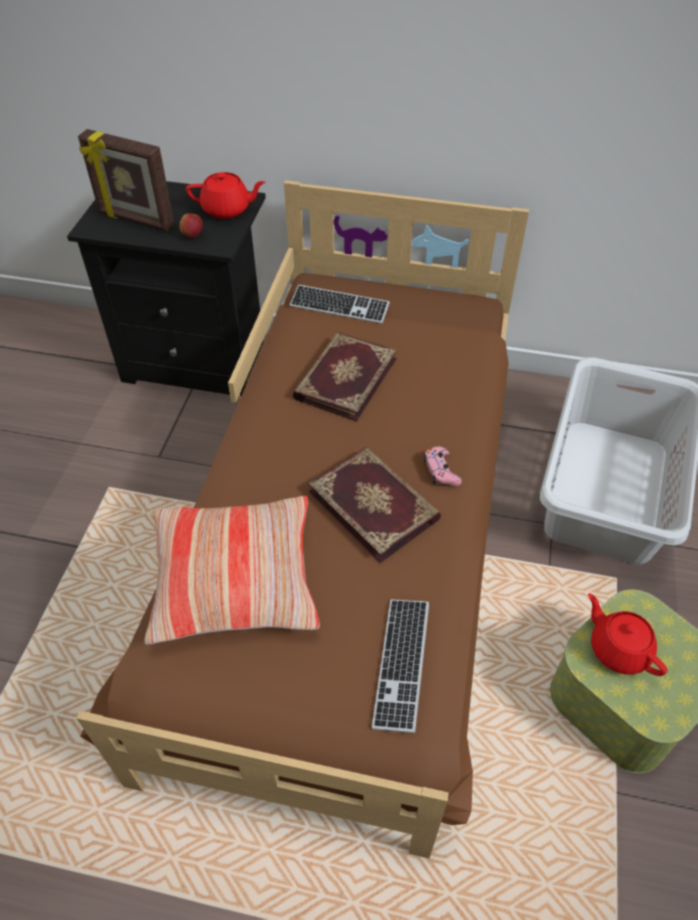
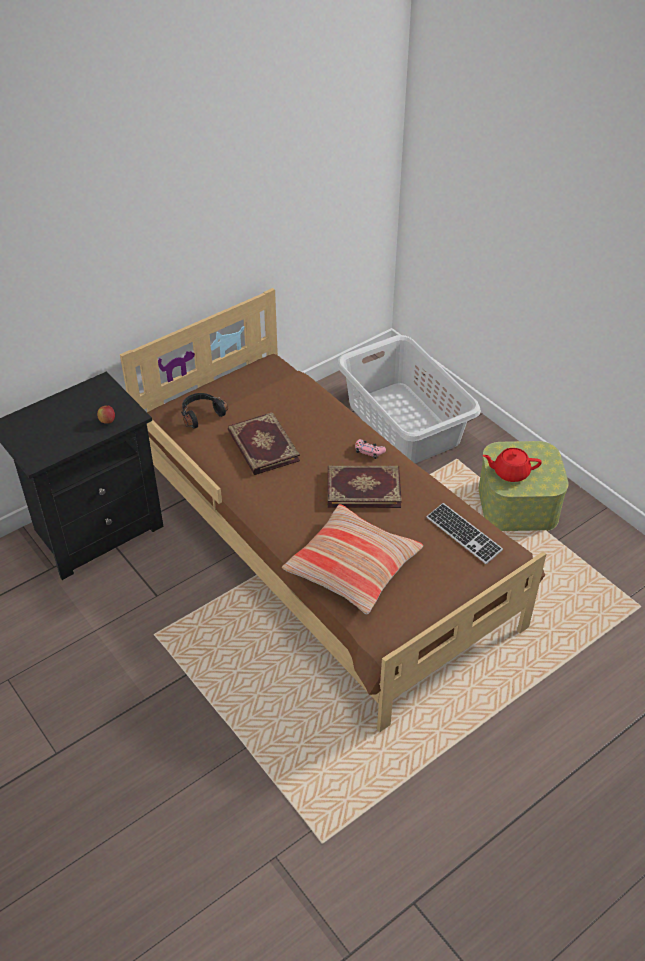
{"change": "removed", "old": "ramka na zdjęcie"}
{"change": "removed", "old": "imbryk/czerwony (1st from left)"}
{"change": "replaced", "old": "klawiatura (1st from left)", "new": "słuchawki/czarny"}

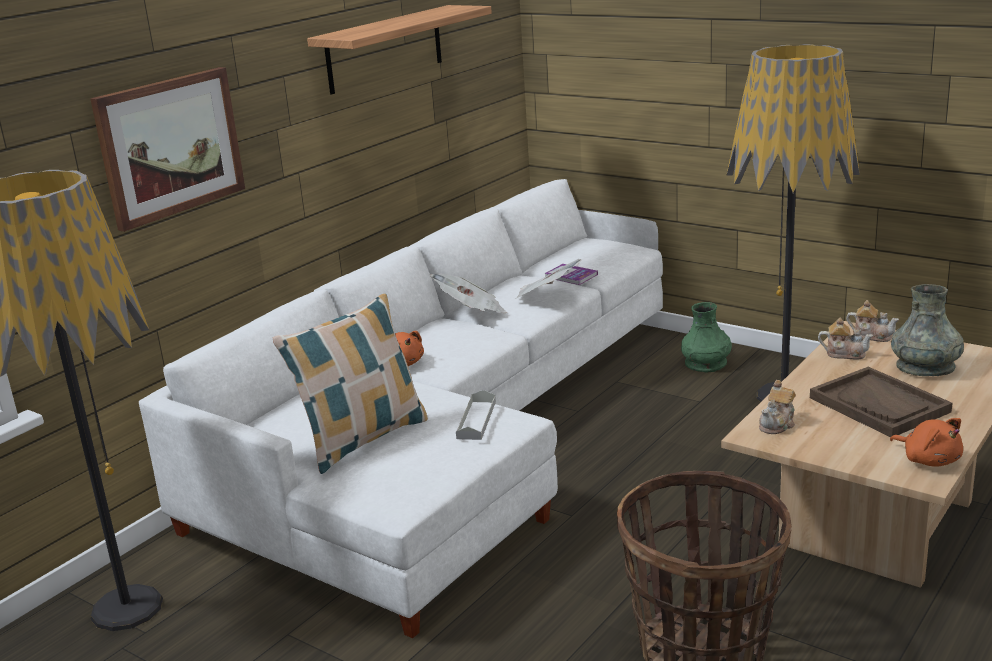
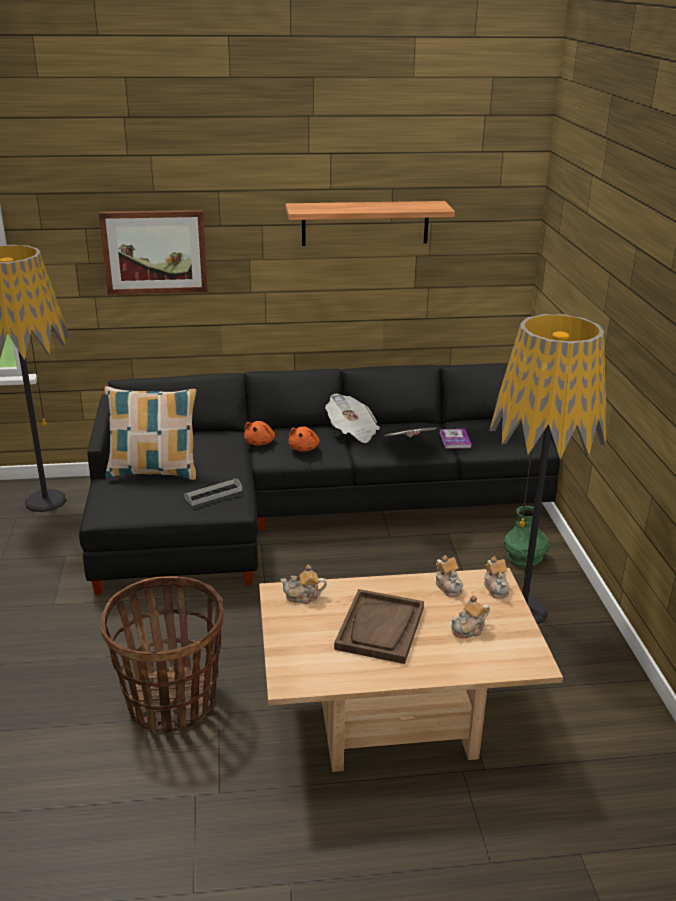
{"change": "recoloured", "old": "kanapa/biały", "new": "kanapa/czarny"}
{"change": "replaced", "old": "wazon/szary", "new": "imbryk (3rd from left)"}
{"change": "moved", "old": "pluszak/pomarańczowy (2nd from left)"}

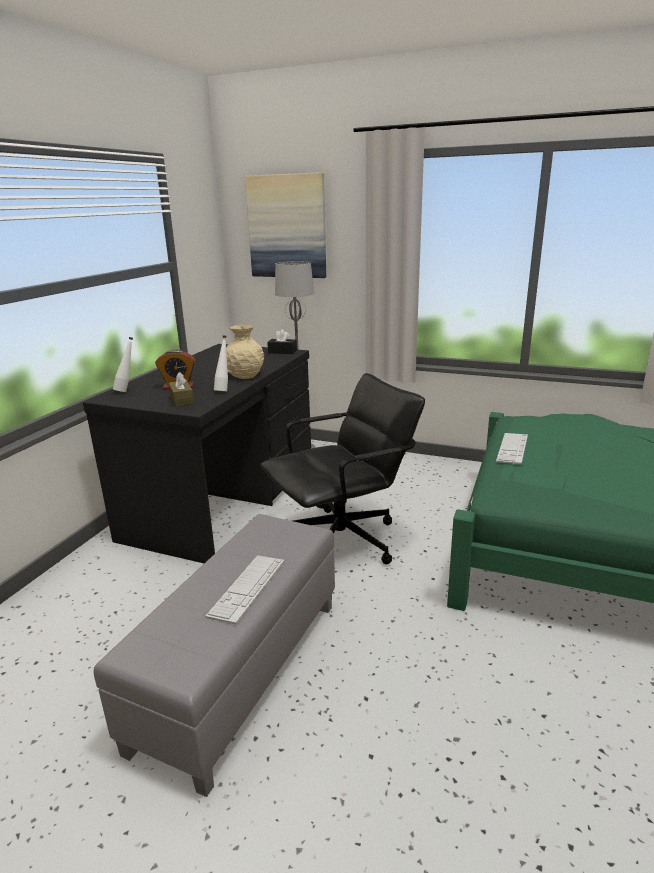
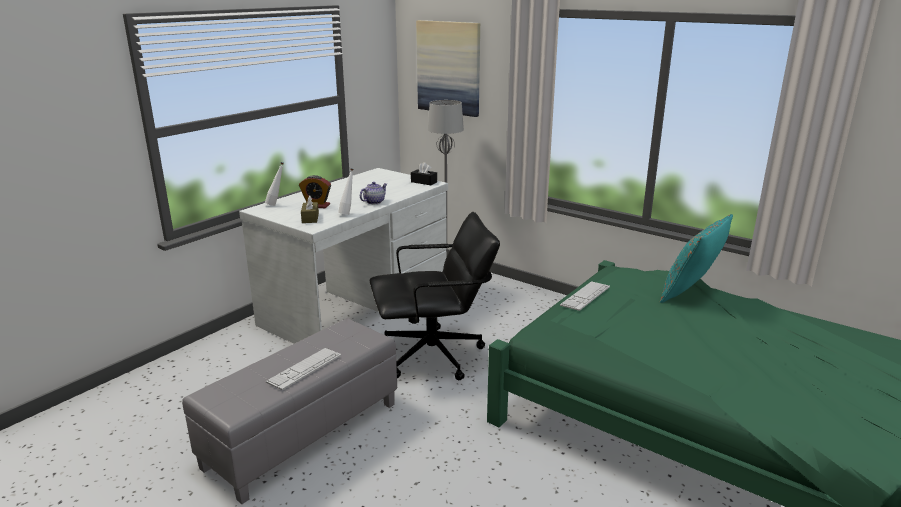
{"change": "replaced", "old": "wazon/beżowy", "new": "imbryk"}
{"change": "recoloured", "old": "biurko/czarny", "new": "biurko/biały"}
{"change": "added", "new": "poduszka/turkusowy"}

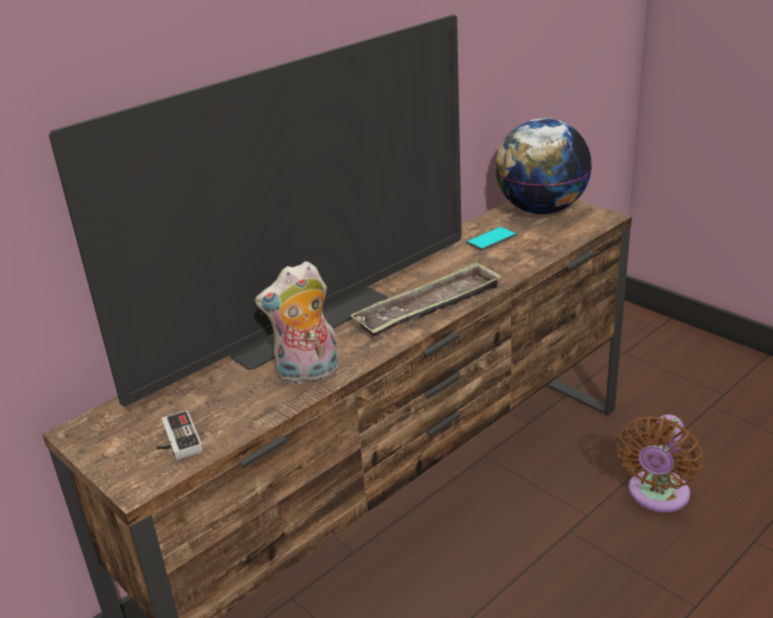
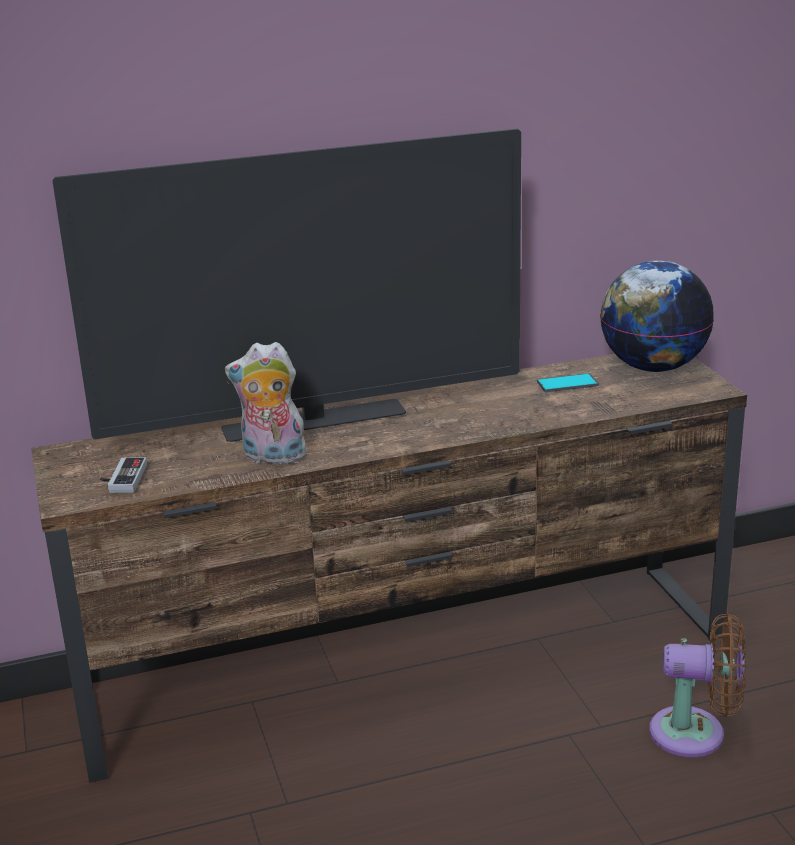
{"change": "removed", "old": "taca"}
{"change": "turned", "old": "wentylator/brązowy", "degrees": -135}

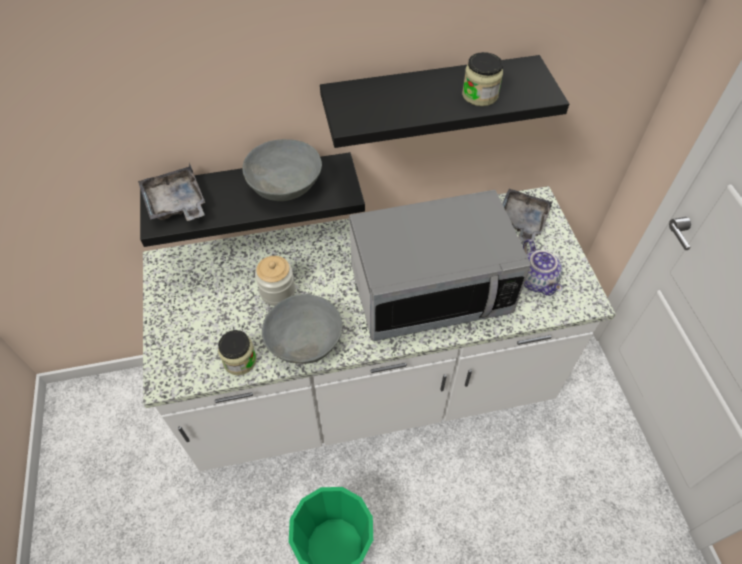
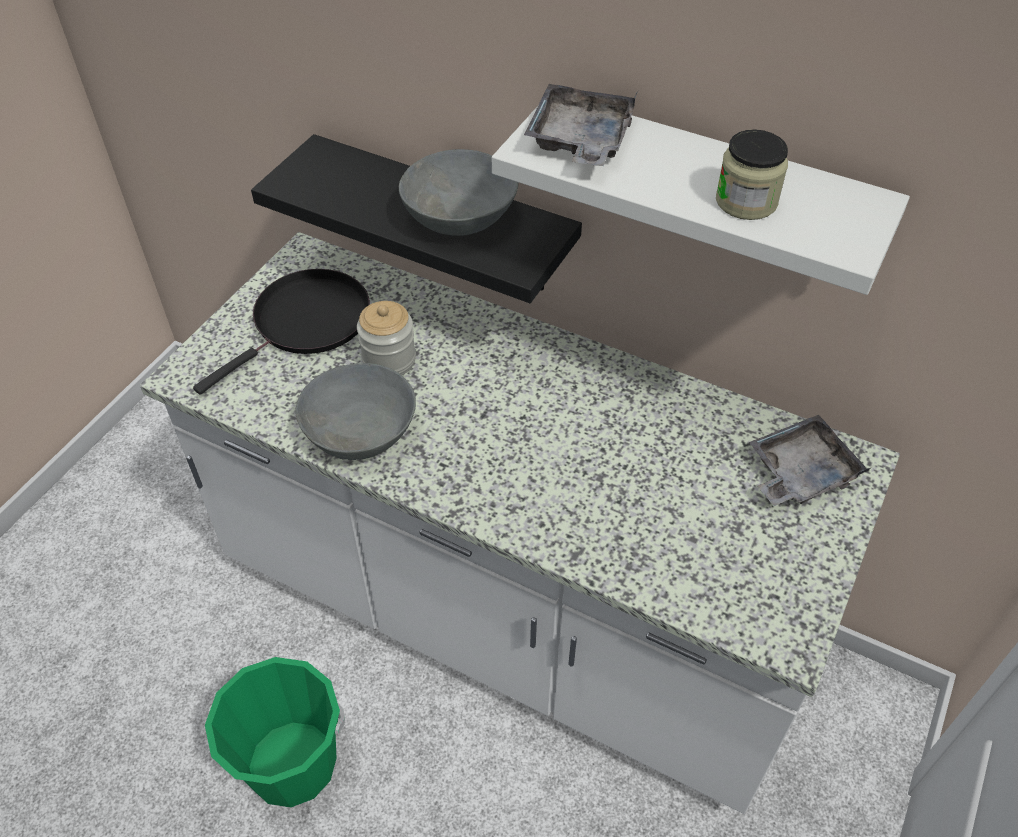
{"change": "recoloured", "old": "półka/czarny (2nd from left)", "new": "półka/biały"}
{"change": "moved", "old": "taca/szary (1st from left)"}
{"change": "removed", "old": "mikrofalówka"}
{"change": "removed", "old": "imbryk"}
{"change": "removed", "old": "słoik (1st from left)"}
{"change": "added", "new": "patelnia/czarny"}

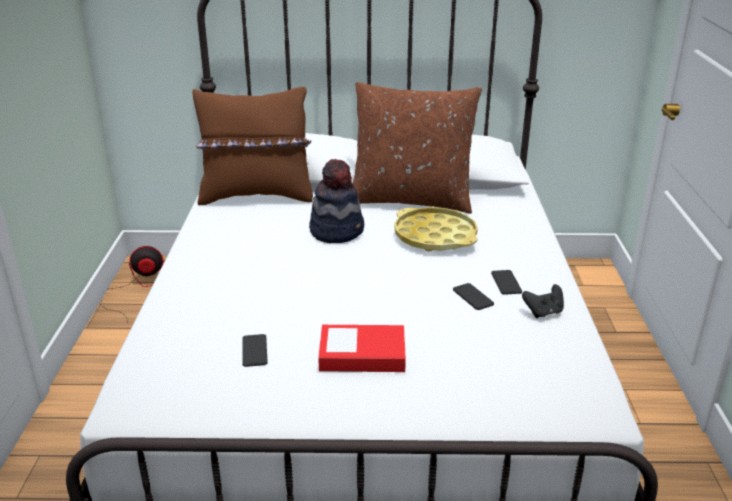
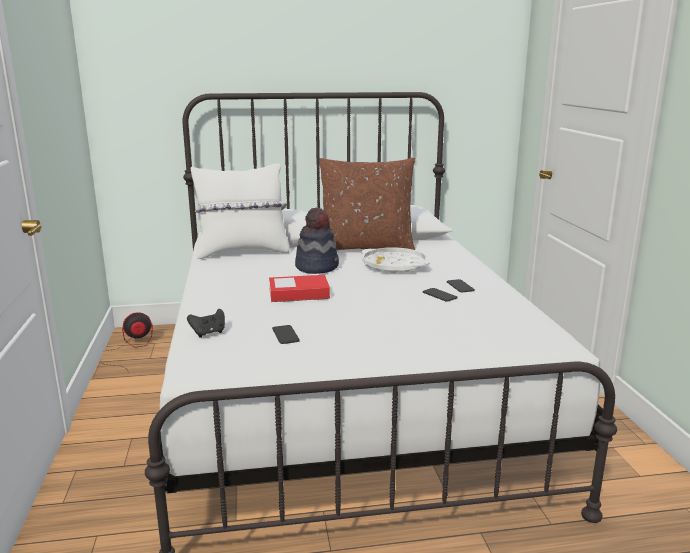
{"change": "recoloured", "old": "poduszka/brązowy (1st from left)", "new": "poduszka/biały"}
{"change": "recoloured", "old": "taca/żółty", "new": "taca/biały"}
{"change": "moved", "old": "pad do gier/czarny"}
{"change": "moved", "old": "książka"}

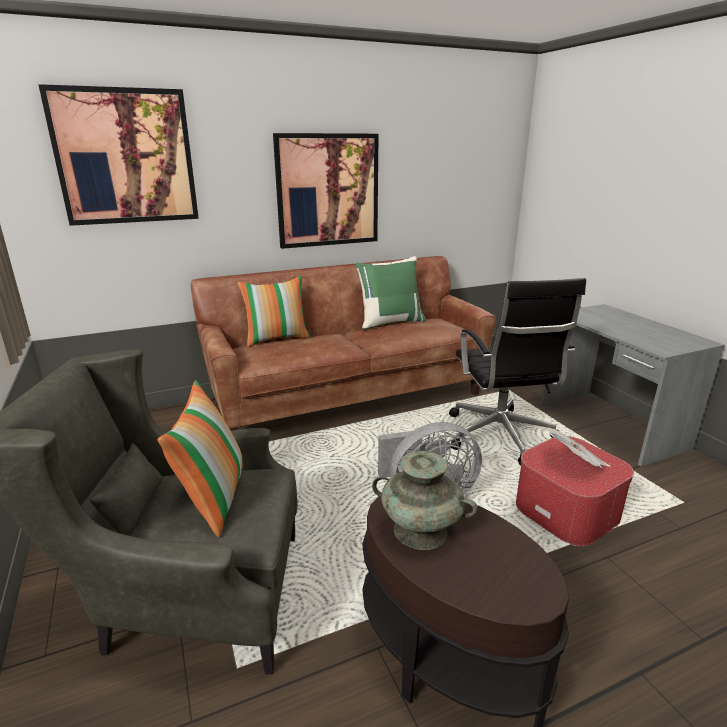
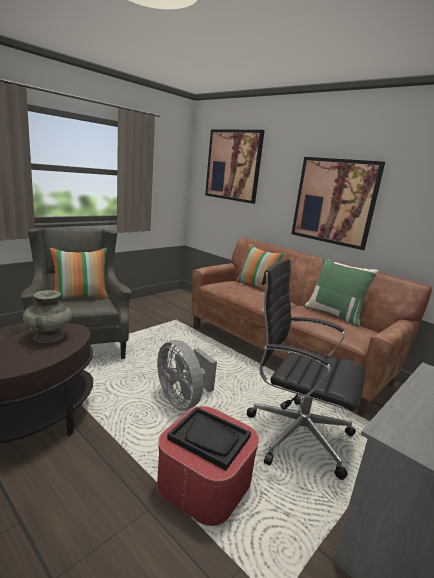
{"change": "turned", "old": "krzesło biurowe/czarny", "degrees": 60}
{"change": "replaced", "old": "gazeta", "new": "taca/czarny"}

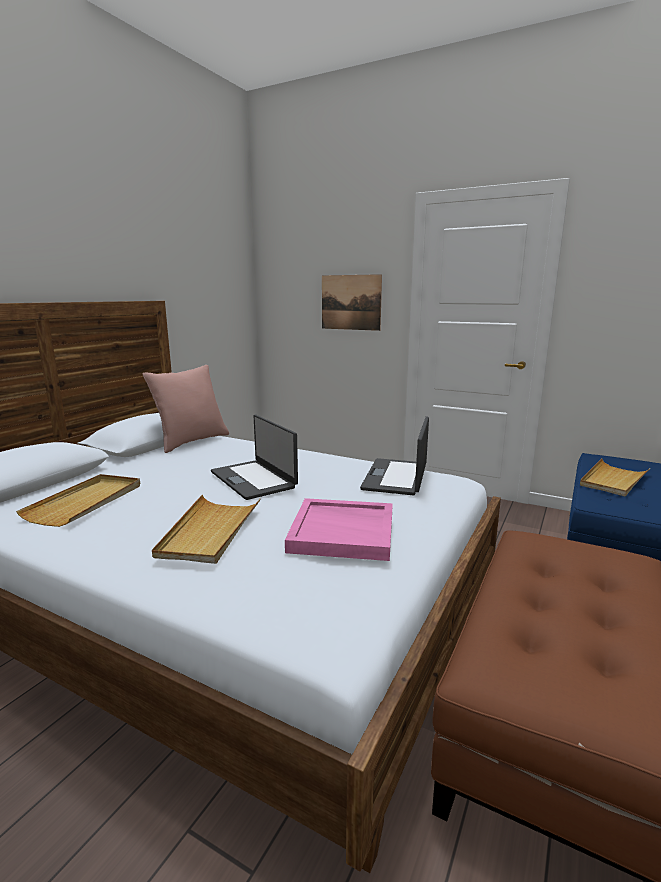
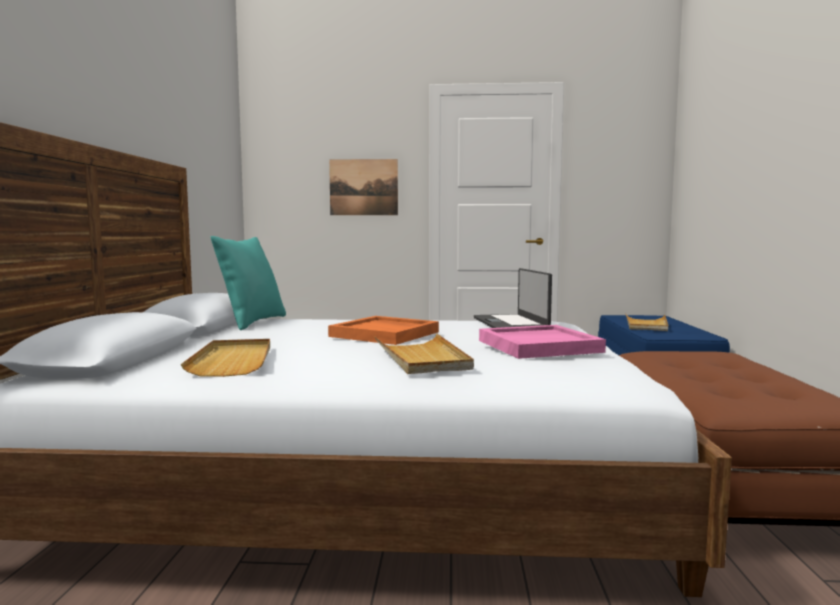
{"change": "recoloured", "old": "poduszka/różowy", "new": "poduszka/turkusowy"}
{"change": "replaced", "old": "laptop (1st from left)", "new": "taca/pomarańczowy"}

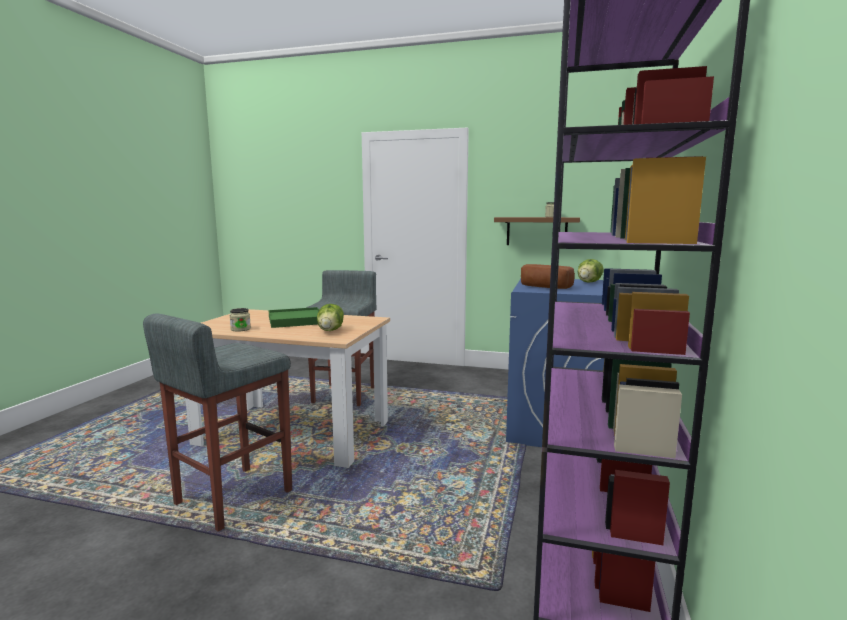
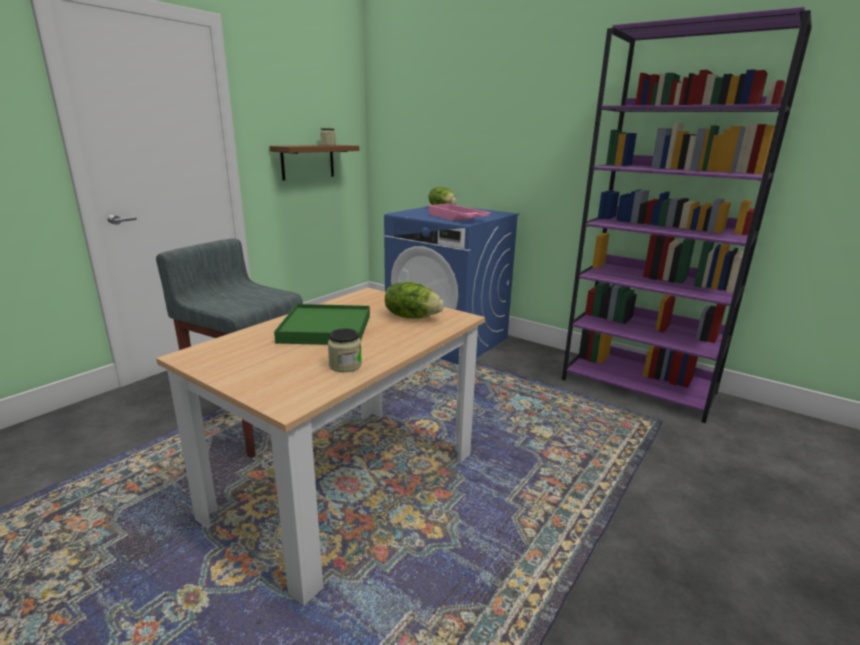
{"change": "replaced", "old": "chleb", "new": "taca/różowy"}
{"change": "removed", "old": "stołek/szary (1st from left)"}

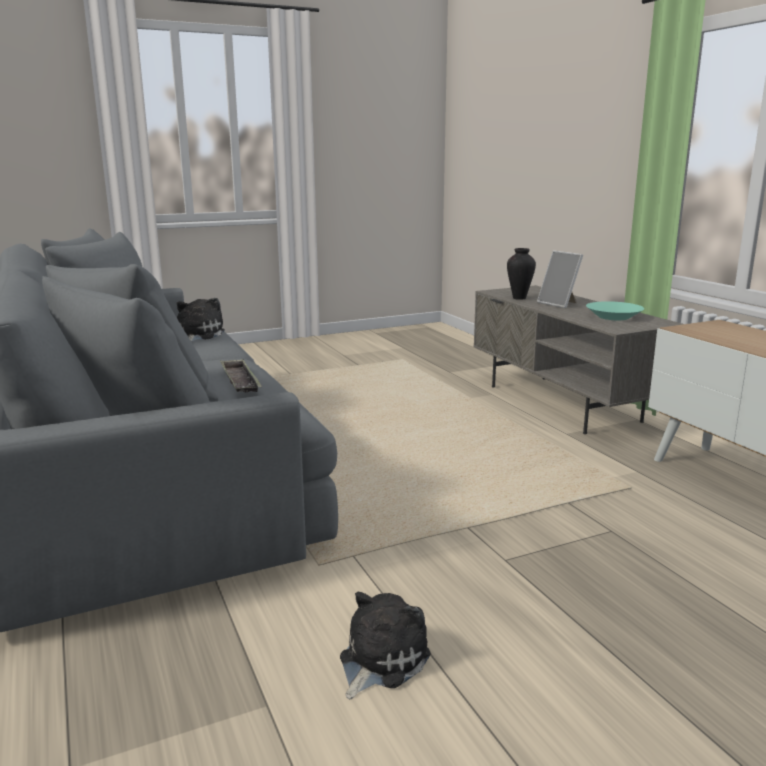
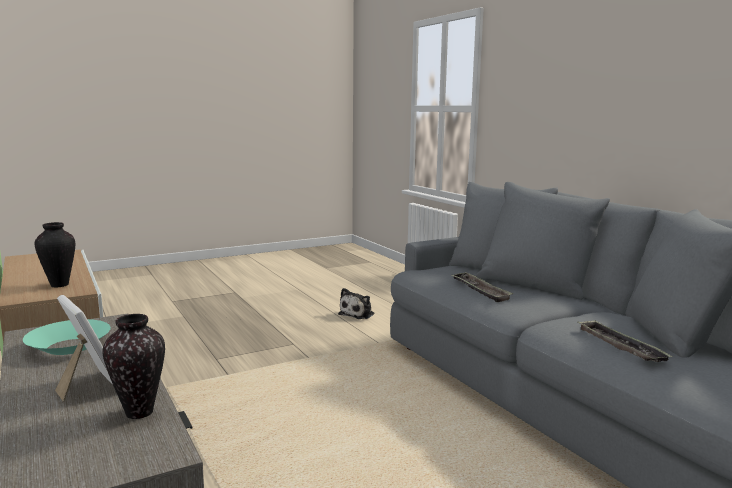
{"change": "replaced", "old": "pluszak (1st from left)", "new": "taca (2nd from left)"}
{"change": "added", "new": "wazon (1st from left)"}

